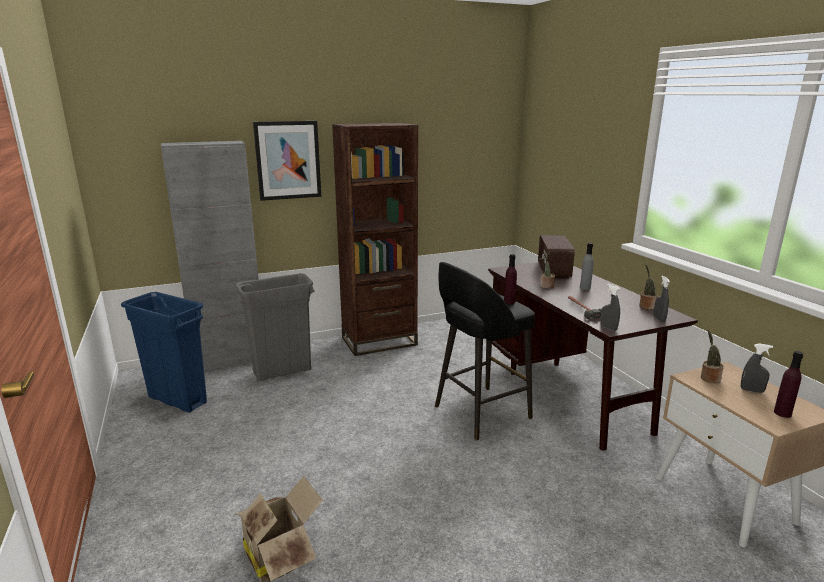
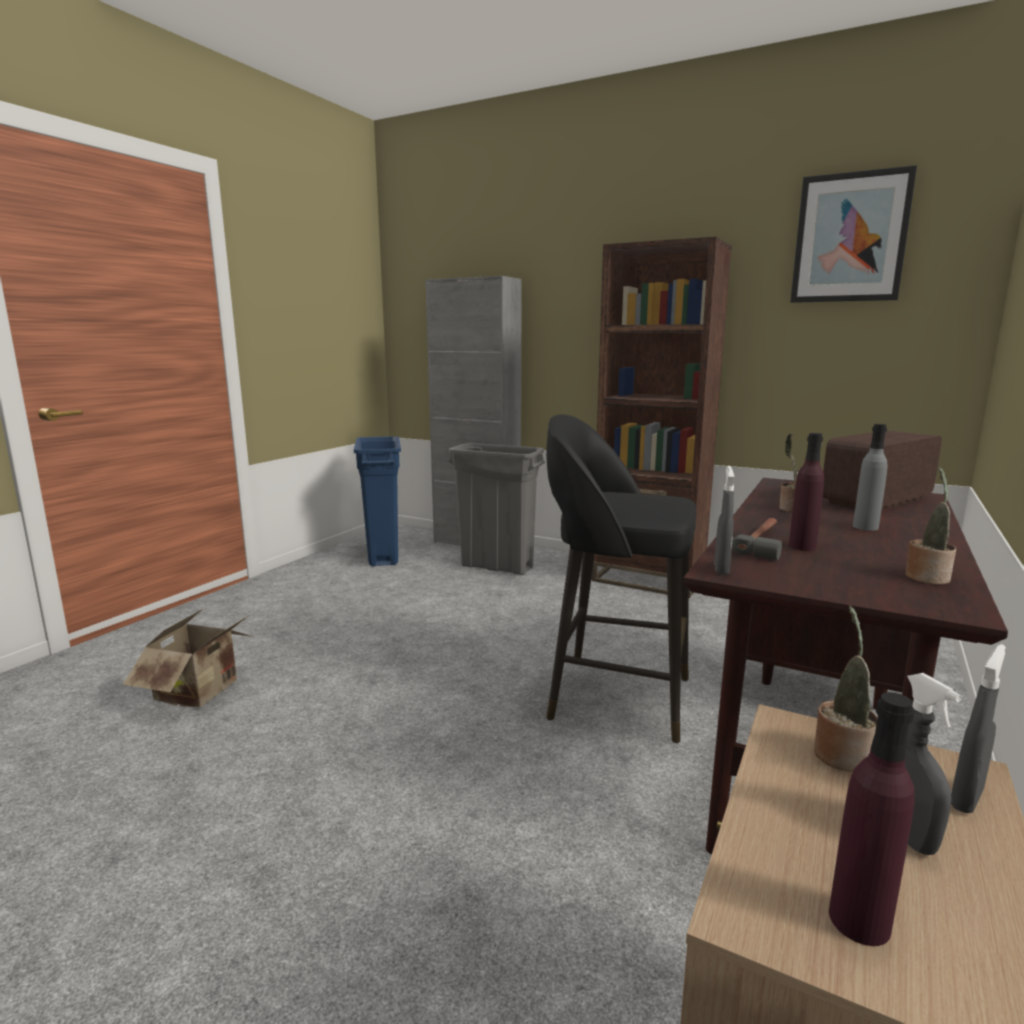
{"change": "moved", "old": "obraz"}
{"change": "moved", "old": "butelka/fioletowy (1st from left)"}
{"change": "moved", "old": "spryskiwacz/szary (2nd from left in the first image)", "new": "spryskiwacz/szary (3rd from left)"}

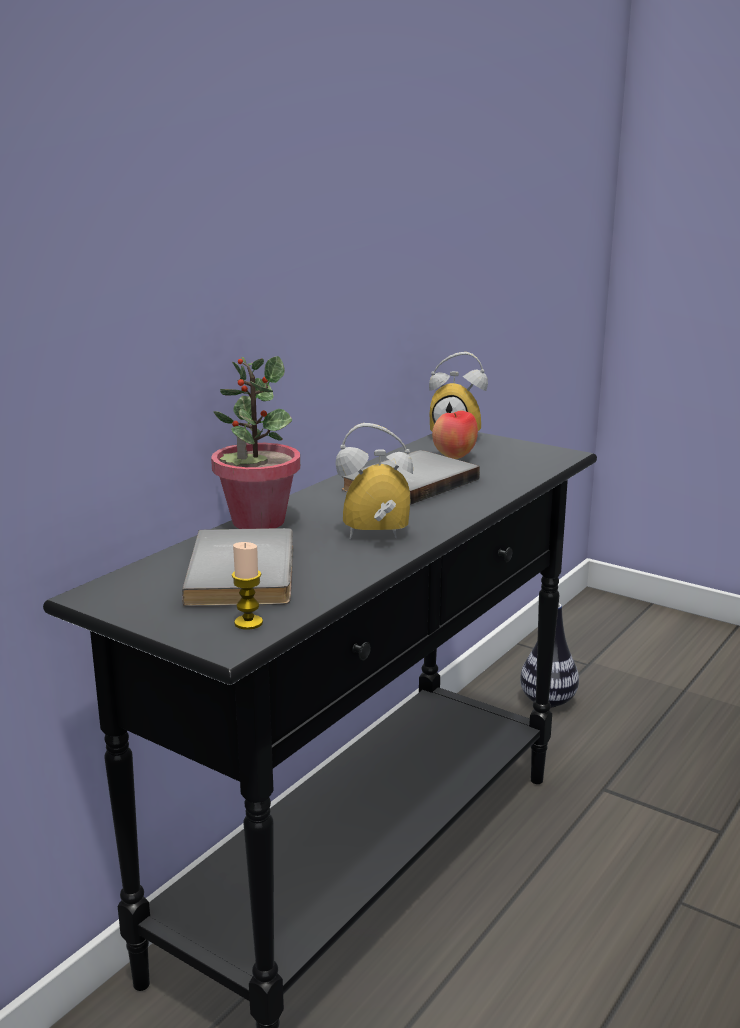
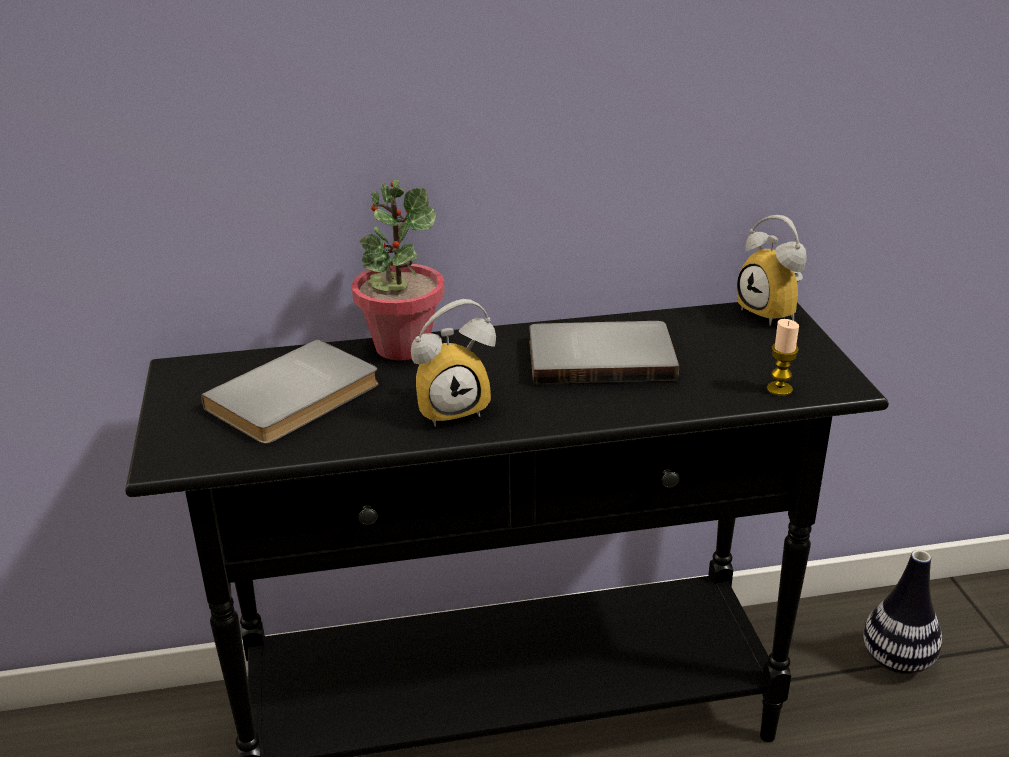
{"change": "removed", "old": "jabłko"}
{"change": "turned", "old": "budzik (1st from left)", "degrees": 120}
{"change": "moved", "old": "świeca"}

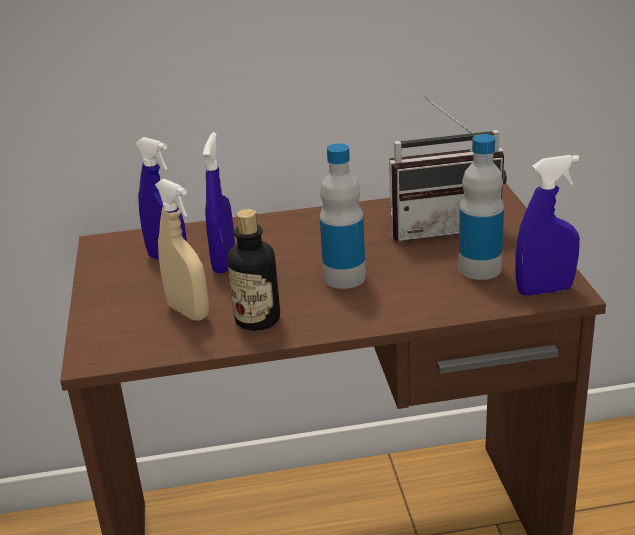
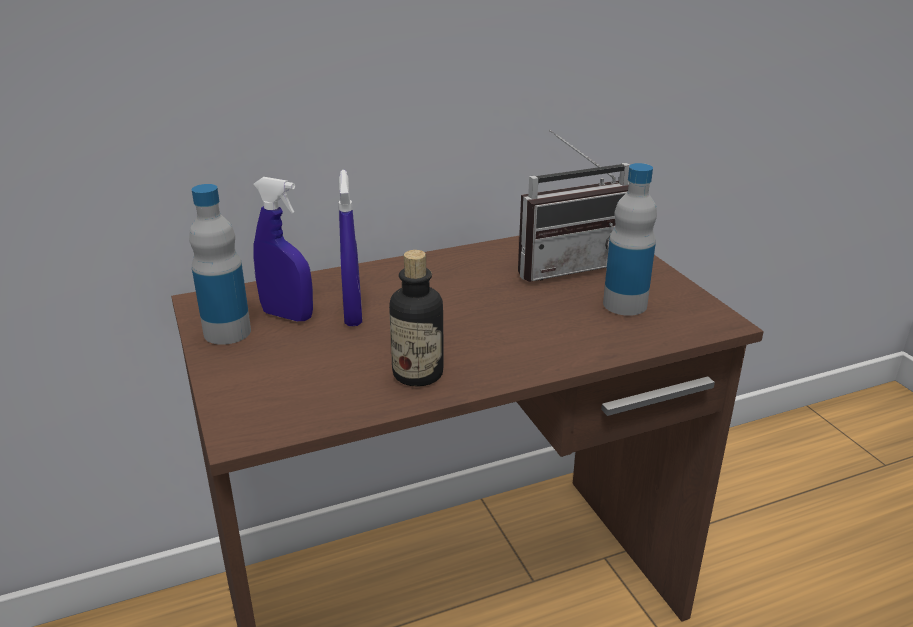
{"change": "moved", "old": "butelka (2nd from left in the first image)", "new": "butelka (1st from left)"}
{"change": "removed", "old": "spryskiwacz/niebieski (3rd from left)"}
{"change": "removed", "old": "spryskiwacz/beżowy"}

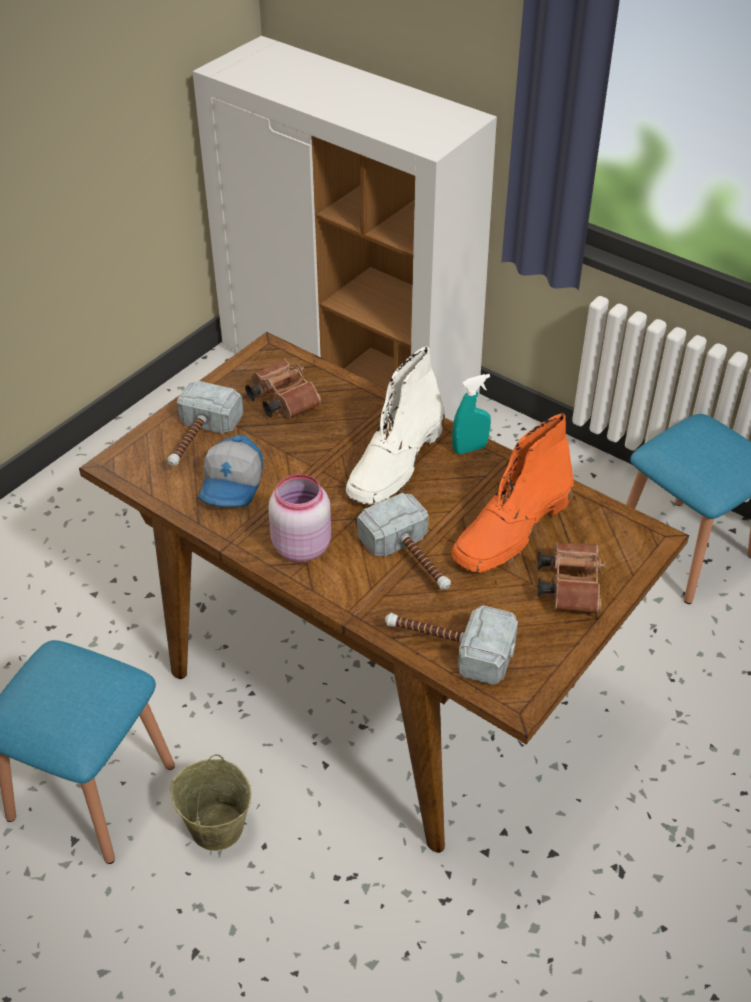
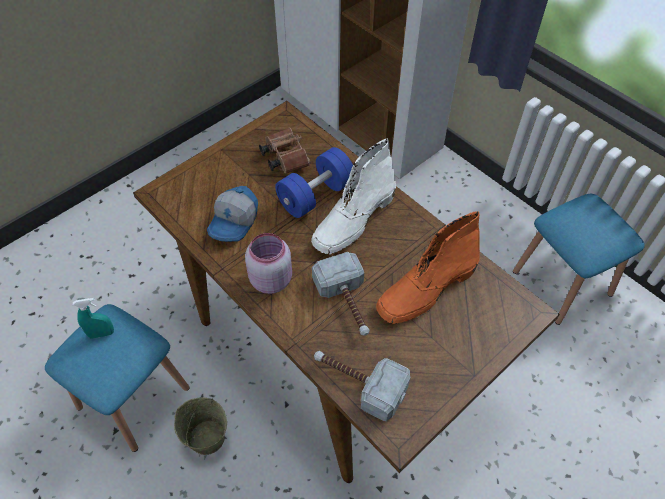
{"change": "moved", "old": "spryskiwacz/turkusowy"}
{"change": "removed", "old": "młotek (1st from left)"}
{"change": "removed", "old": "lornetka/brązowy (2nd from left)"}
{"change": "added", "new": "hantel/niebieski"}

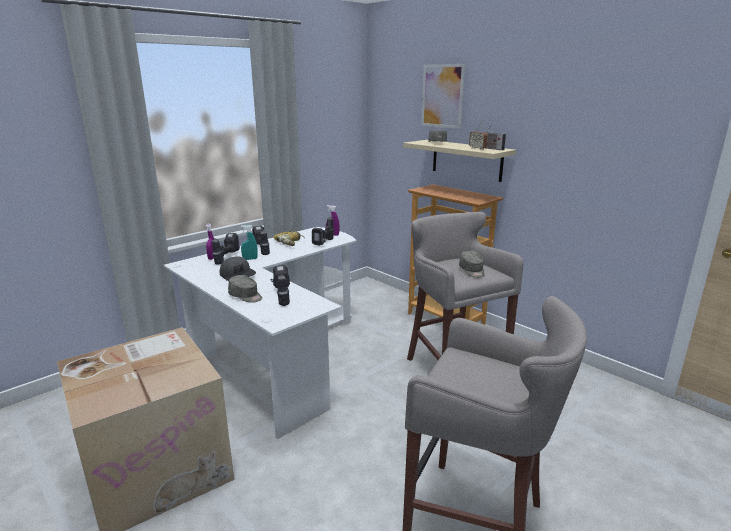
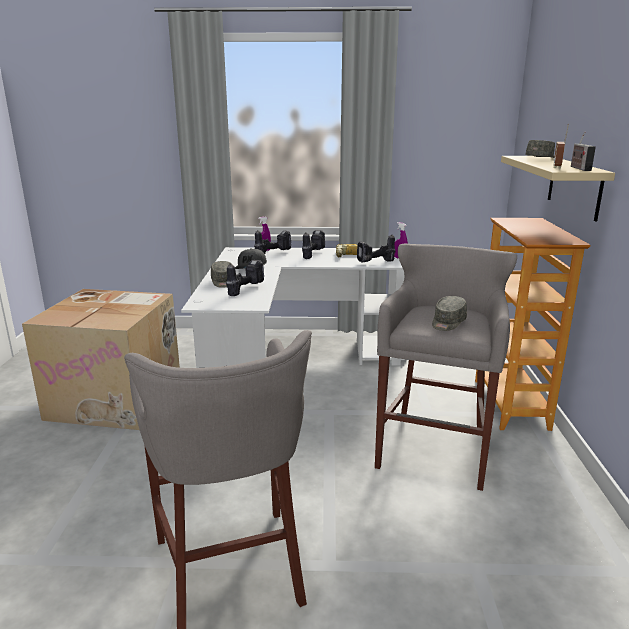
{"change": "removed", "old": "obraz"}
{"change": "removed", "old": "spryskiwacz/turkusowy"}

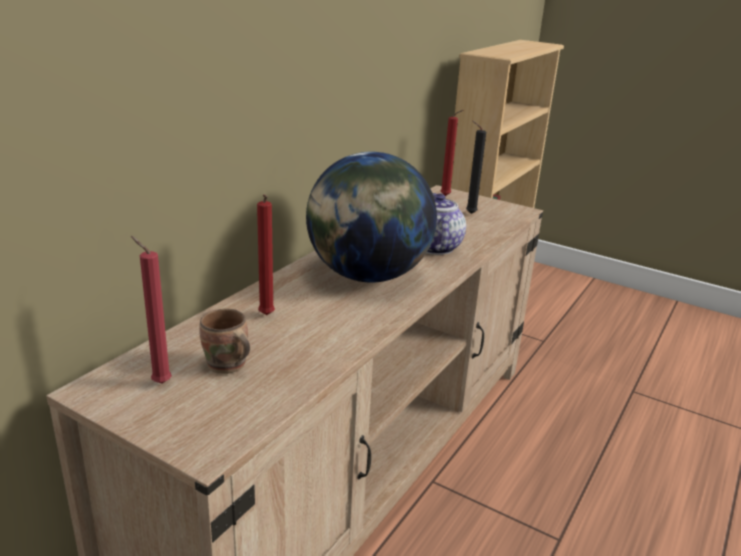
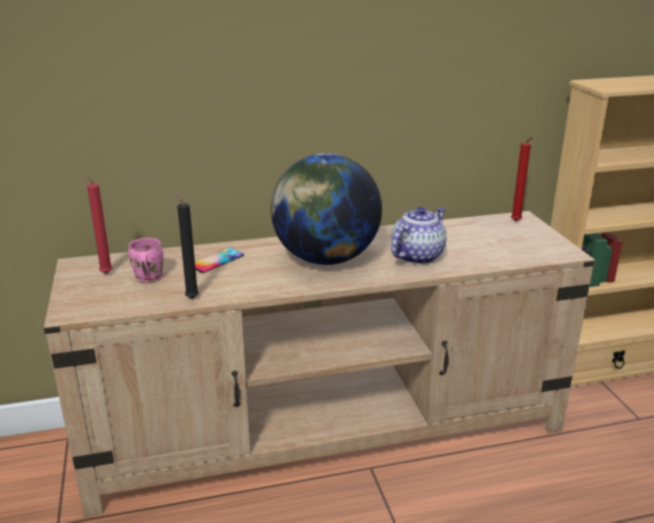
{"change": "moved", "old": "świeca/czarny"}
{"change": "replaced", "old": "świeca/czerwony (2nd from left)", "new": "telefon"}
{"change": "recoloured", "old": "kubek/brązowy", "new": "kubek/różowy"}

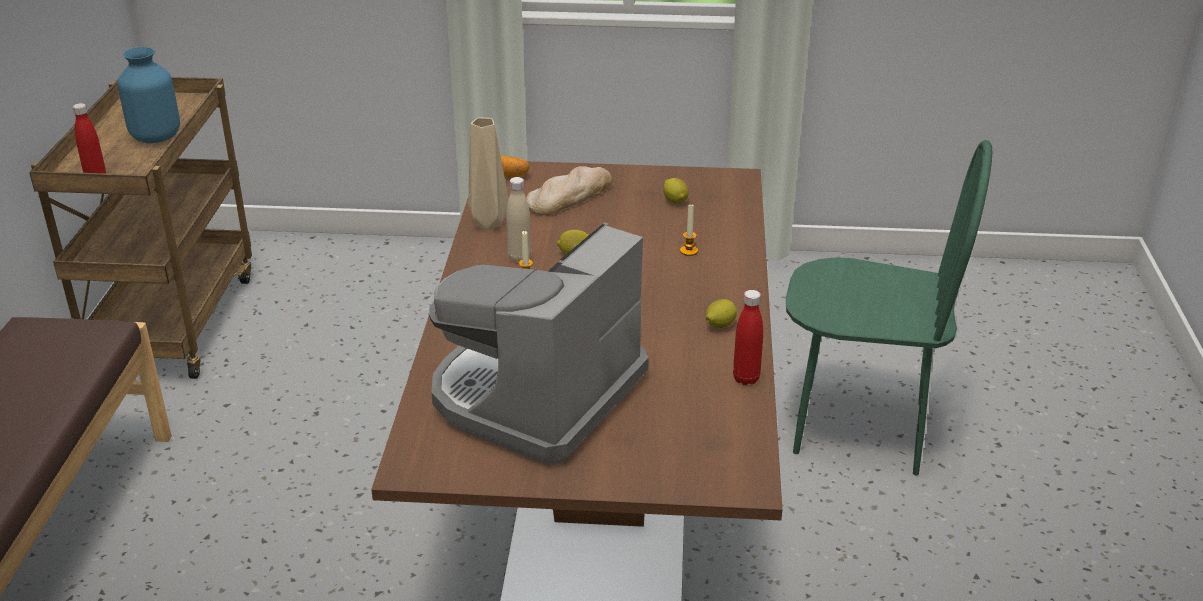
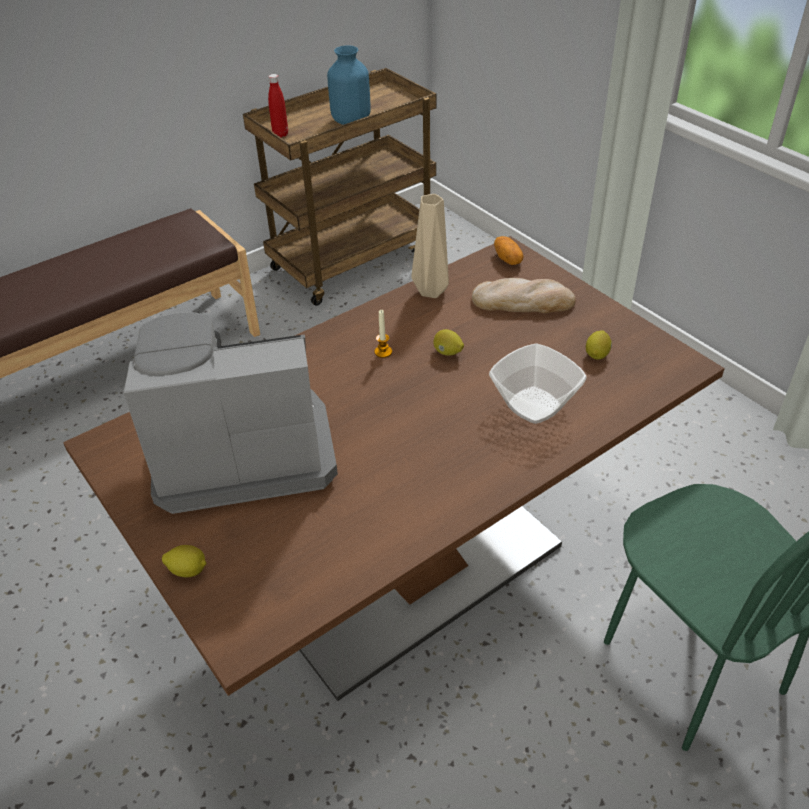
{"change": "removed", "old": "butelka/beżowy"}
{"change": "replaced", "old": "świeca (2nd from left)", "new": "miska"}
{"change": "removed", "old": "butelka/czerwony (2nd from left)"}
{"change": "moved", "old": "cytryna (3rd from left in the first image)", "new": "cytryna (1st from left)"}

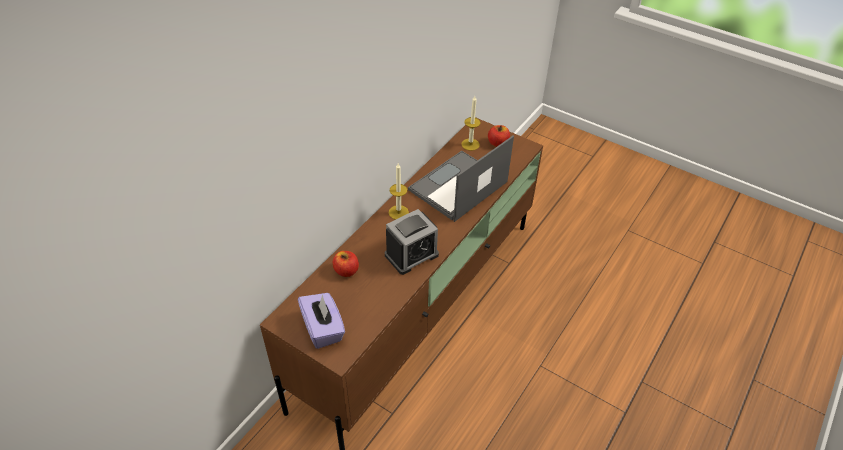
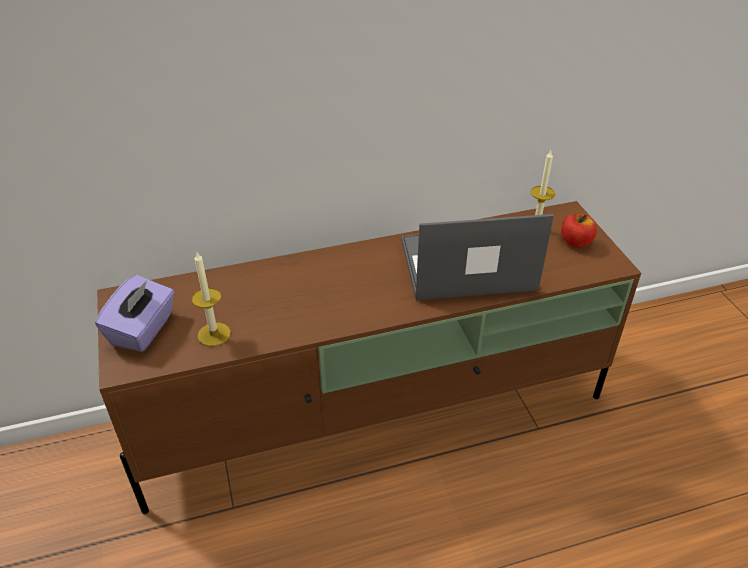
{"change": "moved", "old": "świeca (1st from left)"}
{"change": "removed", "old": "budzik"}
{"change": "removed", "old": "jabłko (1st from left)"}

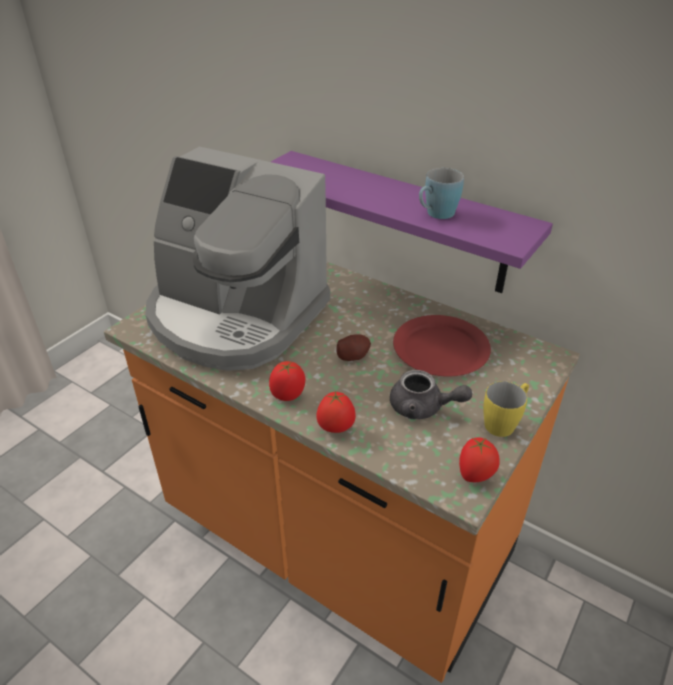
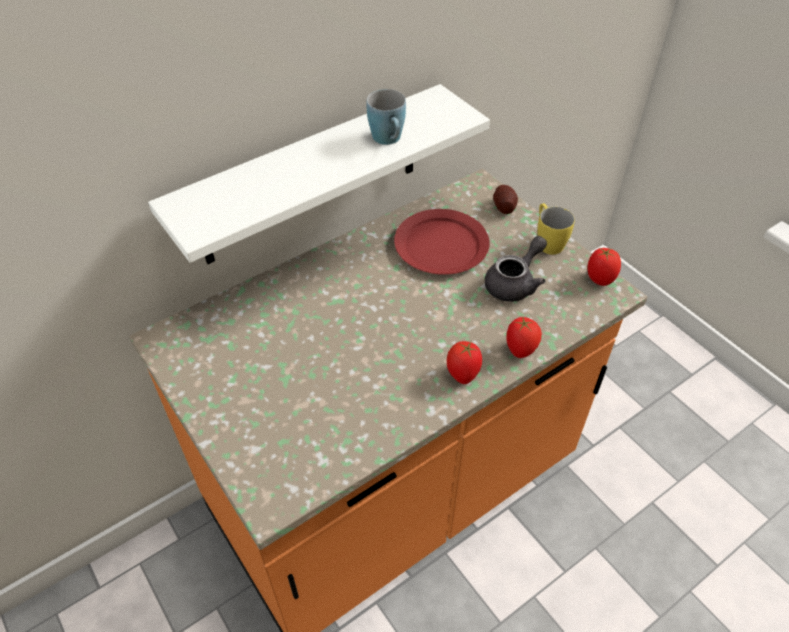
{"change": "removed", "old": "ekspres do kawy"}
{"change": "recoloured", "old": "półka/fioletowy", "new": "półka/biały"}
{"change": "moved", "old": "ziemniak"}

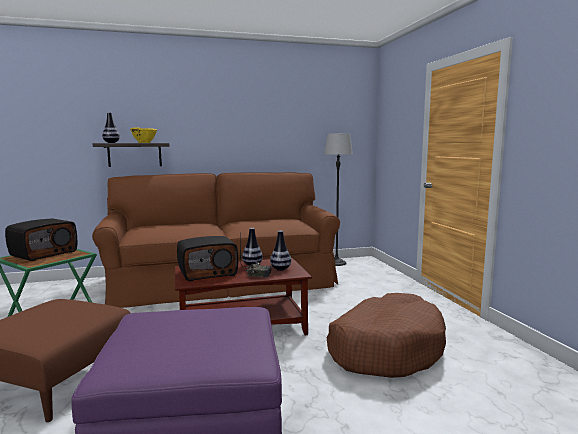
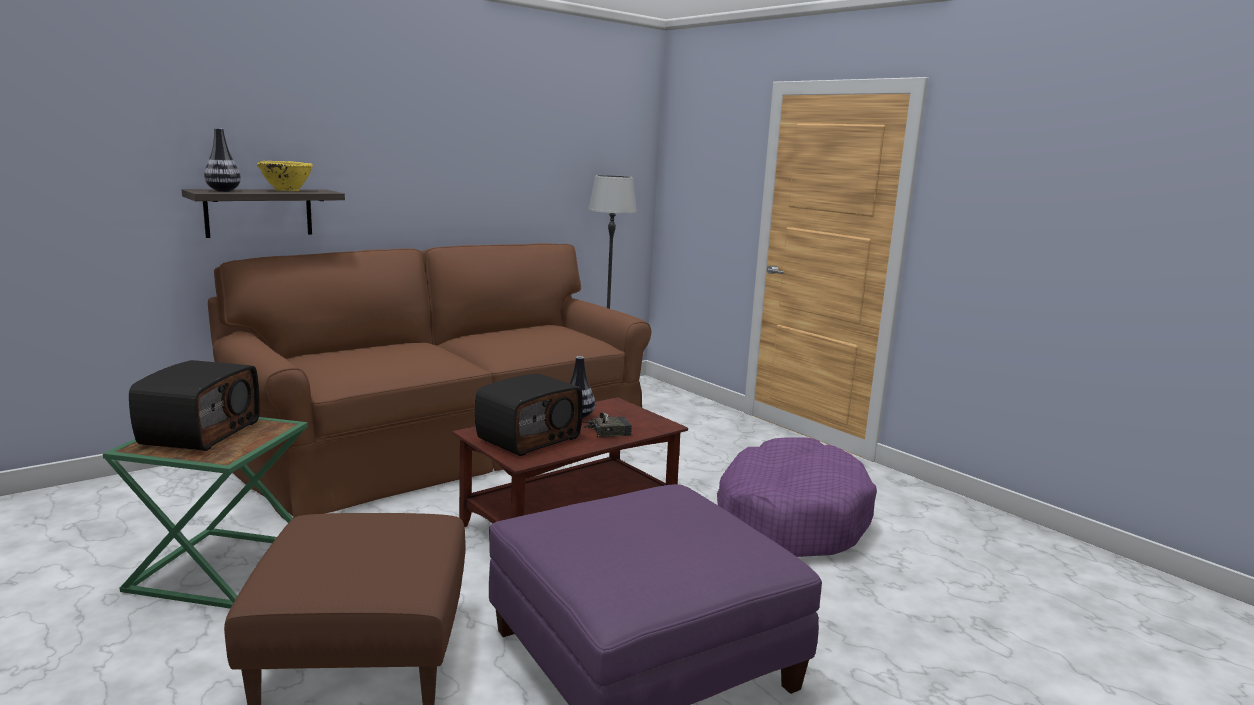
{"change": "removed", "old": "wazon (3rd from left)"}
{"change": "recoloured", "old": "legowisko/brązowy", "new": "legowisko/fioletowy"}

